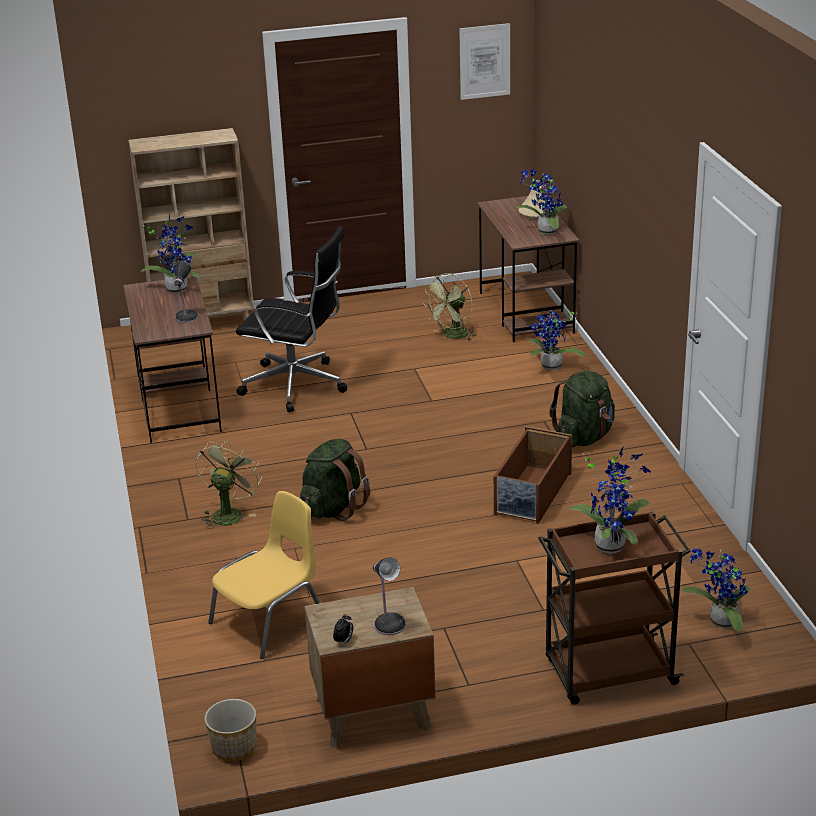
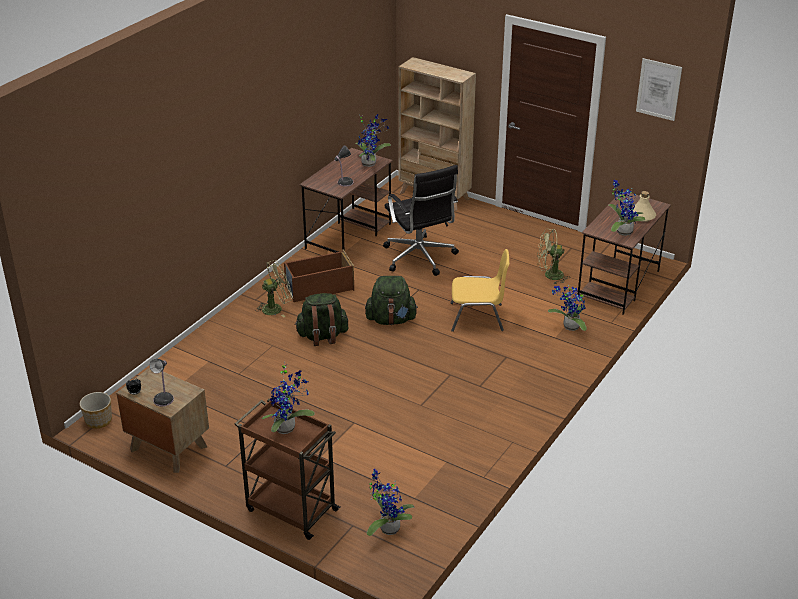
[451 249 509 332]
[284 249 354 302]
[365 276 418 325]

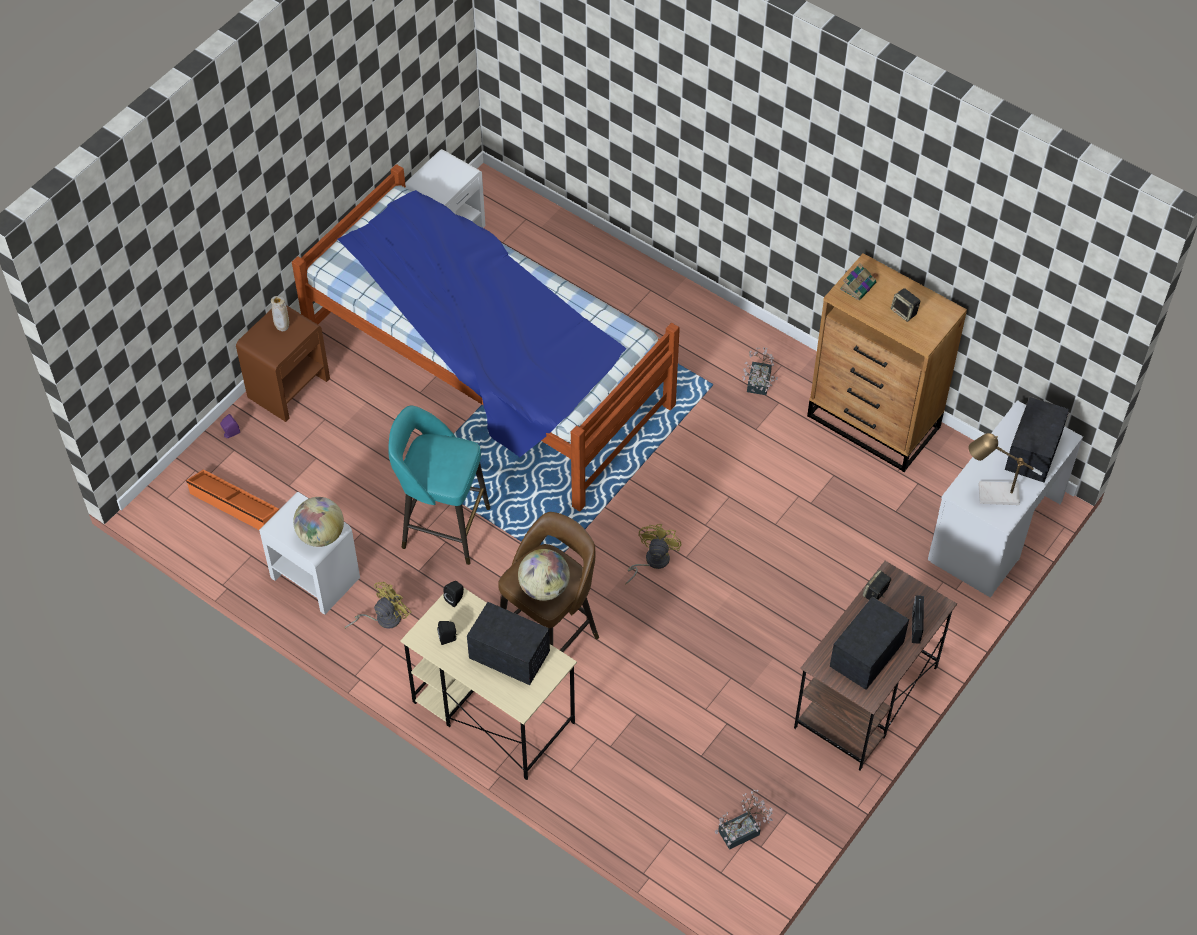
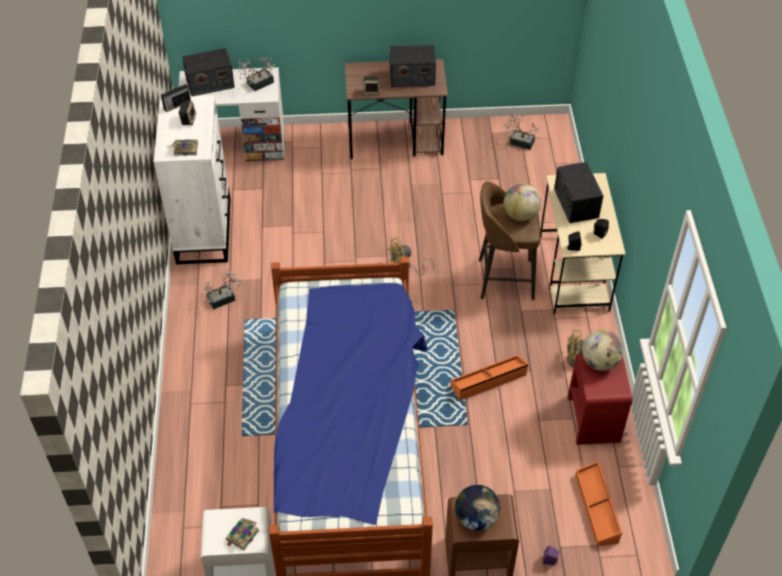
[226 518 260 551]
[161 83 191 112]
[455 485 500 530]
[450 355 528 400]
[238 57 275 91]
[568 354 632 445]
[154 95 231 265]

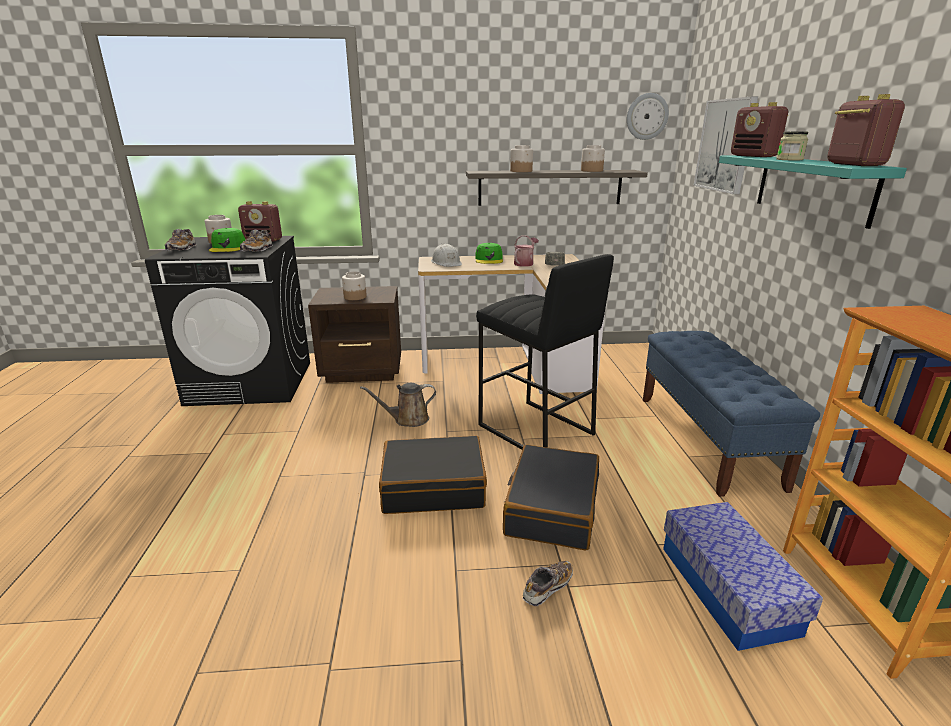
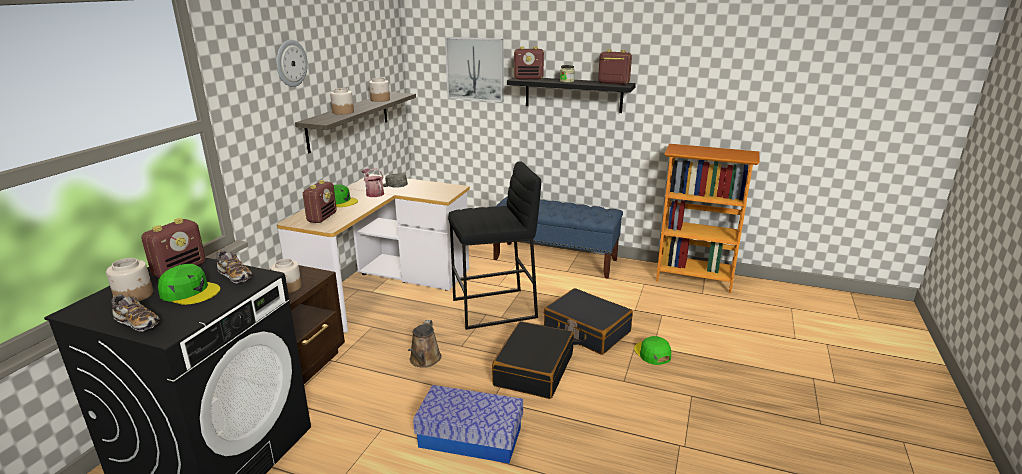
[276 40 308 87]
[413 385 523 463]
[303 180 337 223]
[634 336 671 365]
[507 78 636 113]

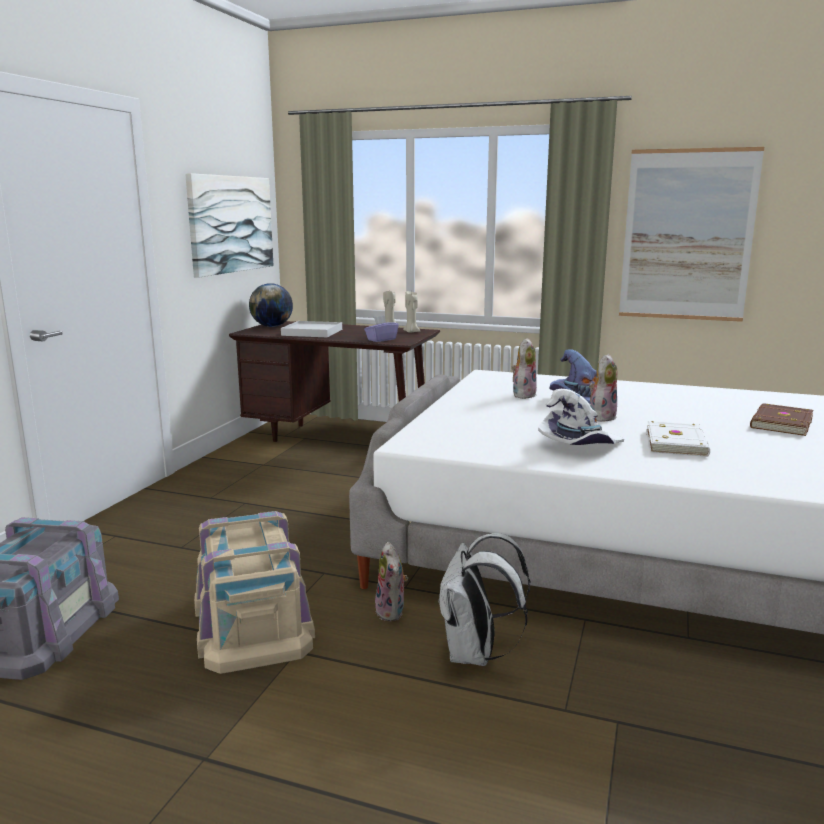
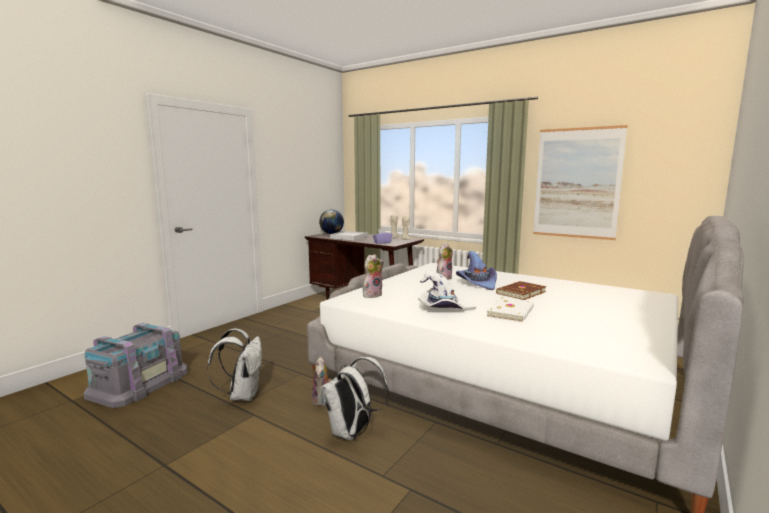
[185 173 274 278] (first image)
[363 254 384 298]
[496 281 546 300]
[207 328 263 401]

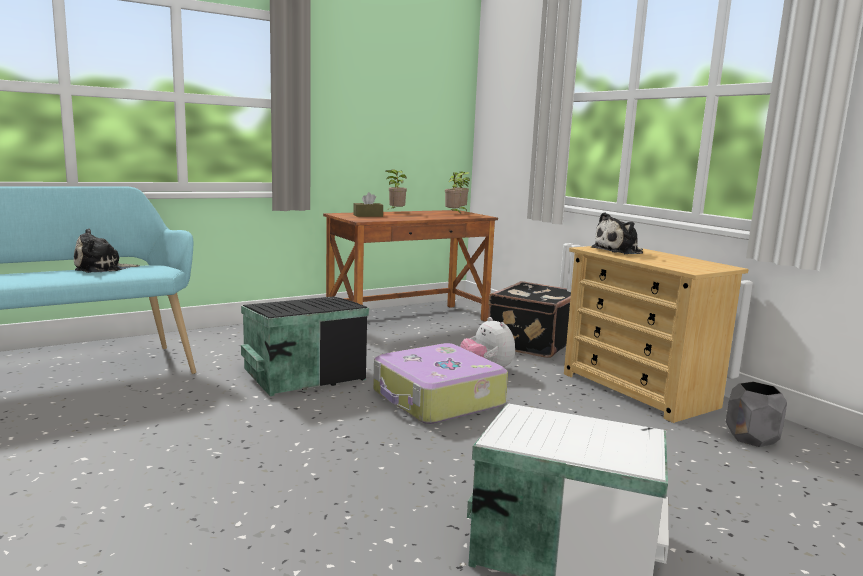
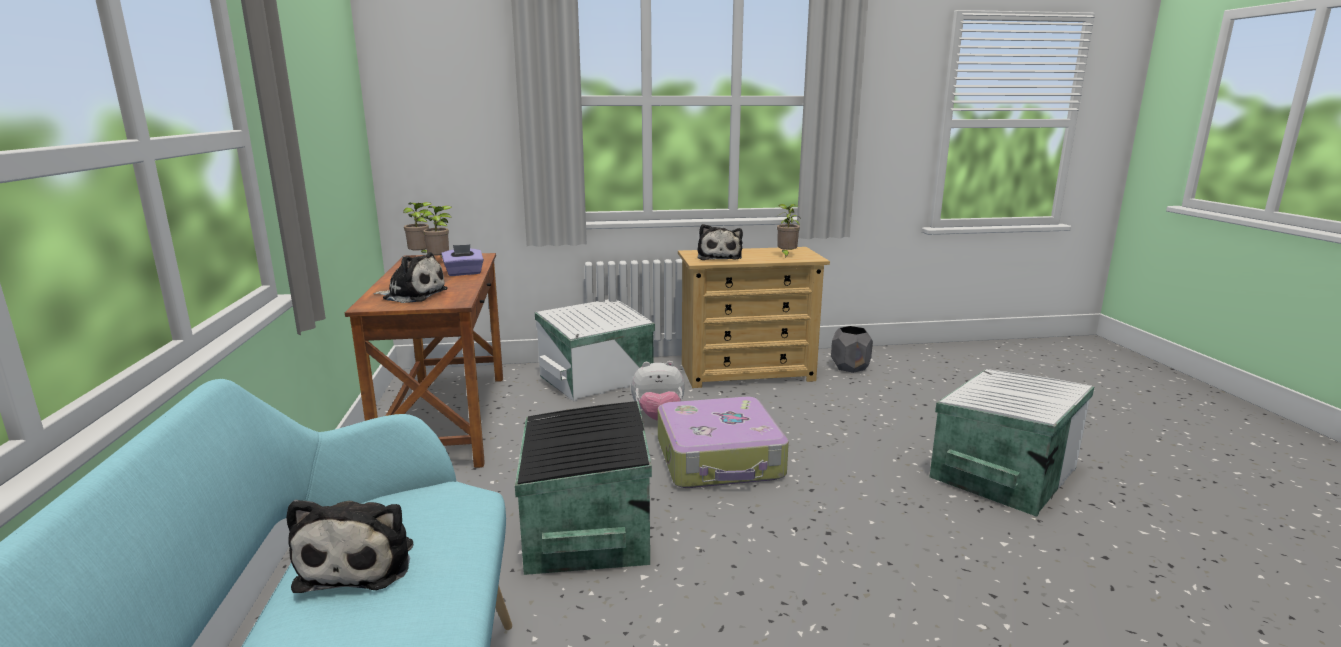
[442 244 484 276]
[777 204 801 258]
[373 252 448 303]
[535 299 655 401]

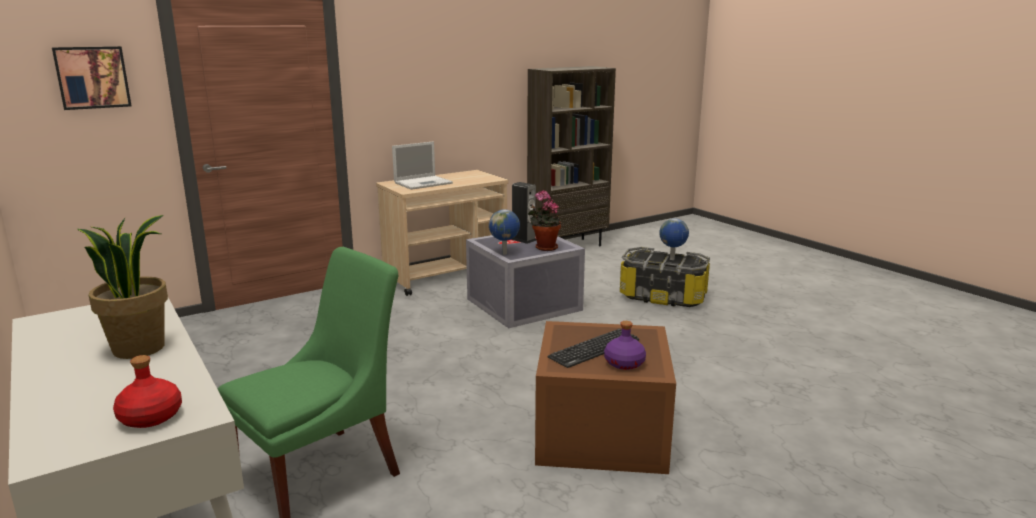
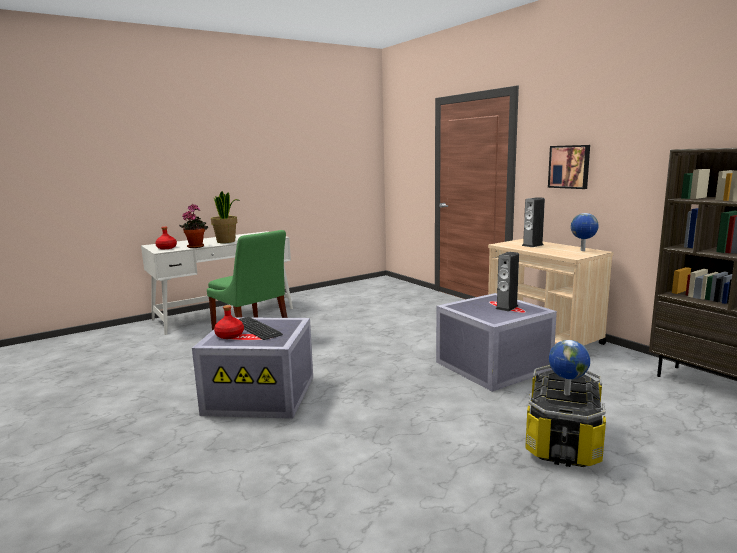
[548 145 590 189]
[571 213 599 251]
[179 204 208 248]
[522 197 545 247]
[192 317 313 419]
[214 305 244 339]

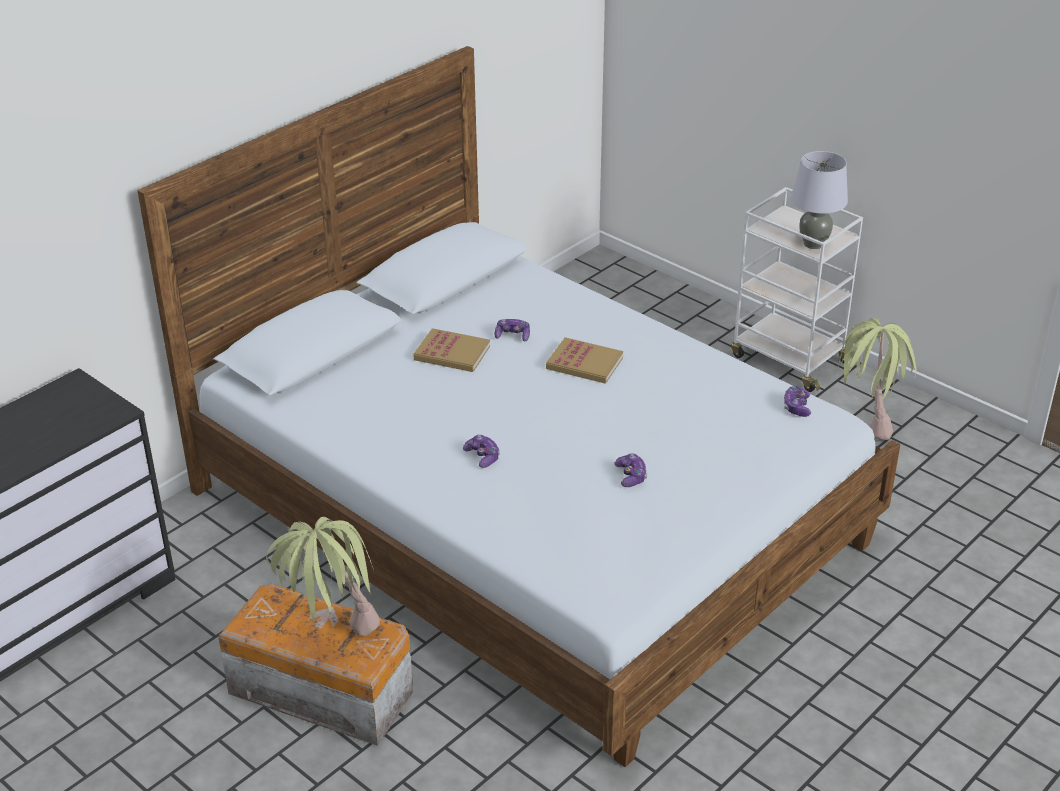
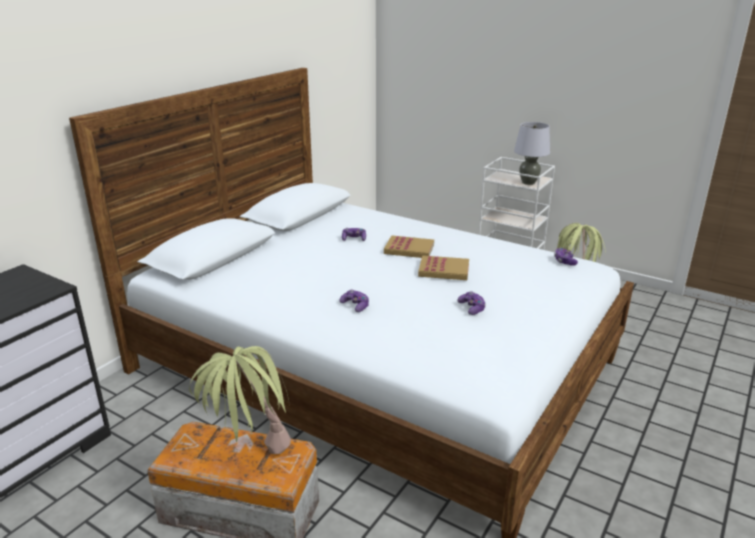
[418 255 469 280]

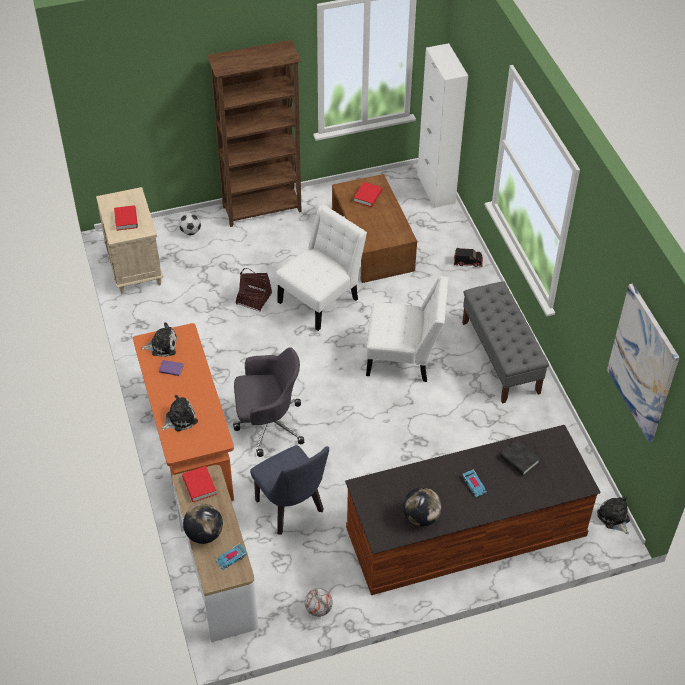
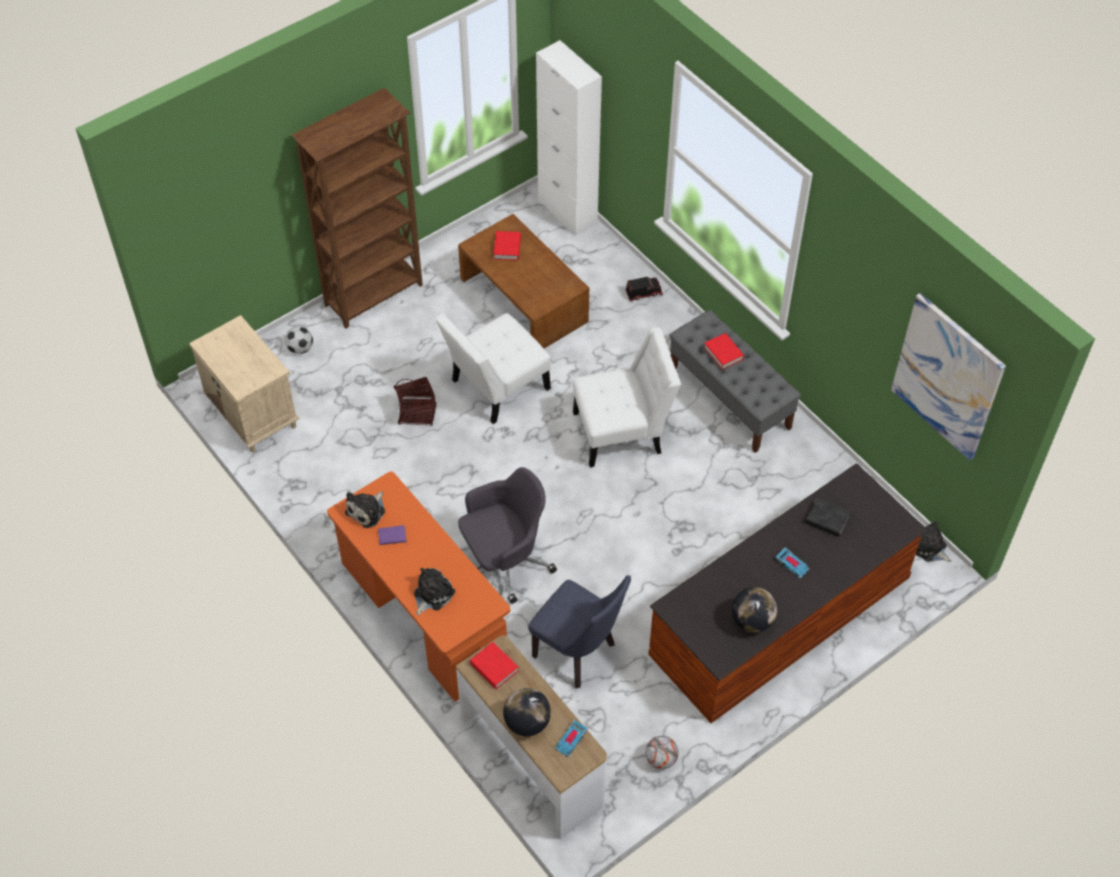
[704 333 744 370]
[345 491 385 528]
[435 313 551 424]

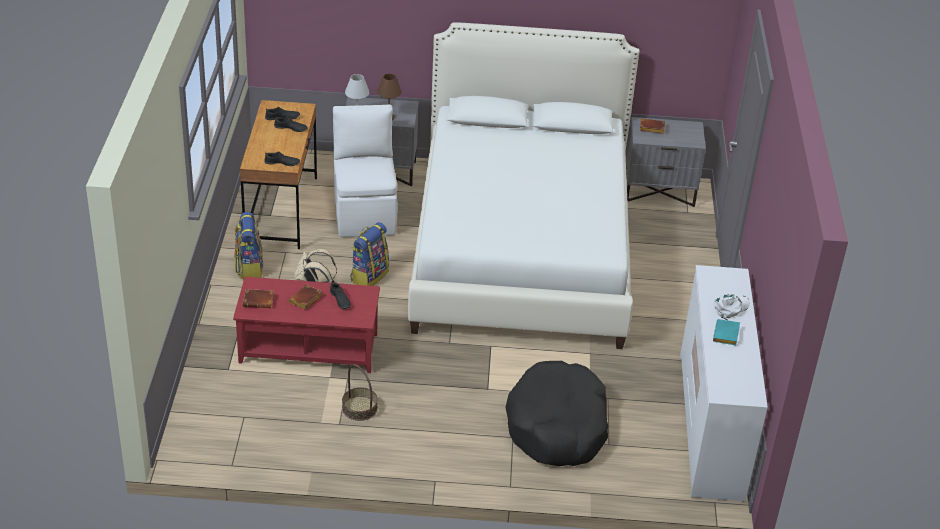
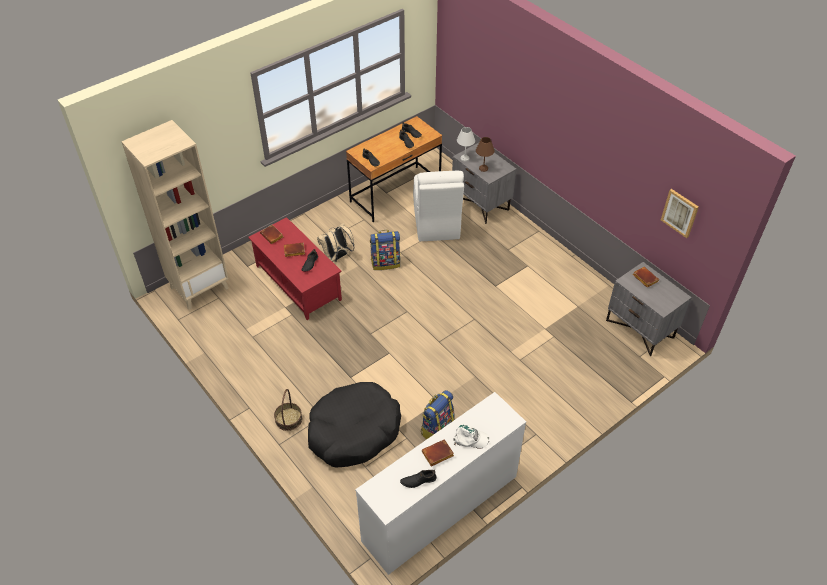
[408 22 640 349] (first image)
[121 120 229 310]
[400 470 437 488]
[661 189 699 238]
[421 390 455 439]
[274 389 302 431]
[422 439 454 466]
[413 171 464 241]

